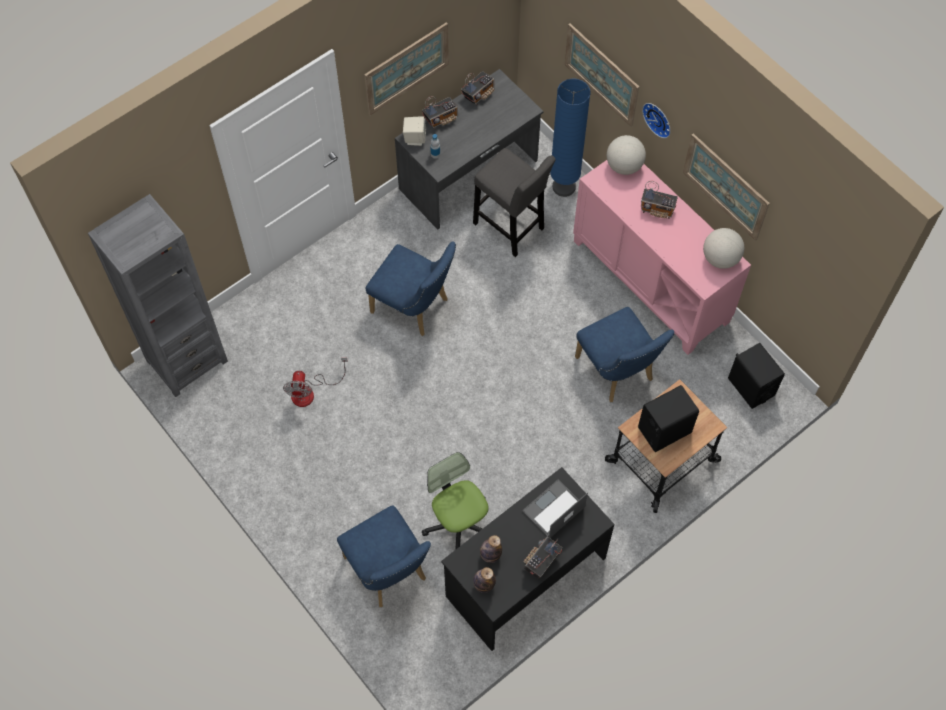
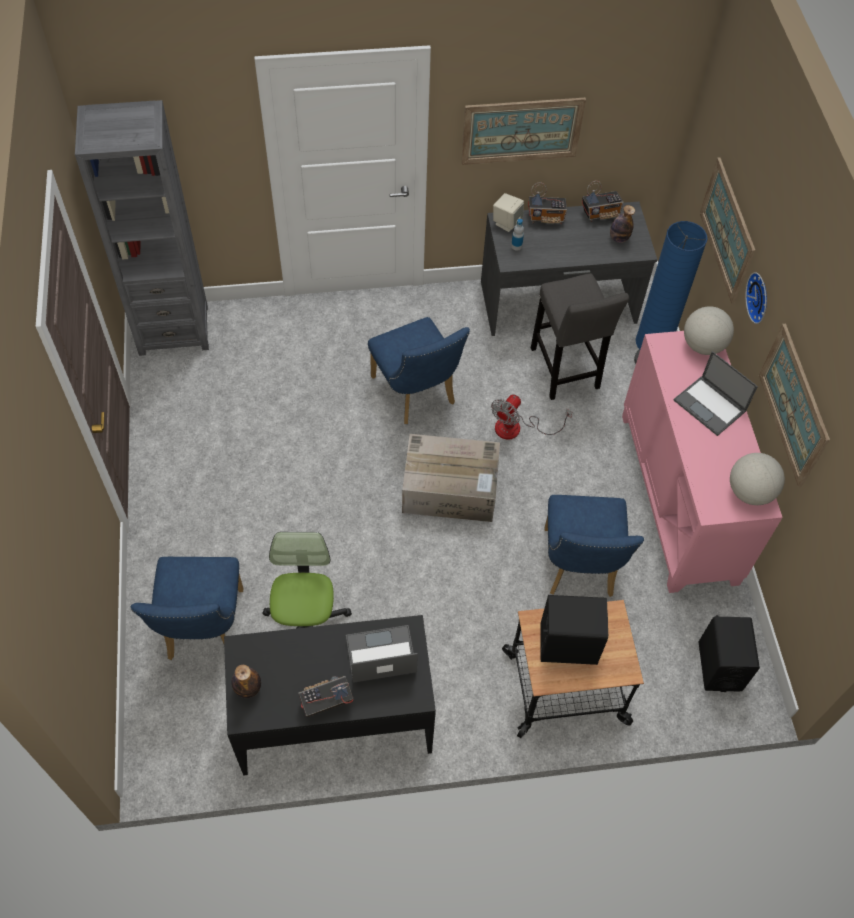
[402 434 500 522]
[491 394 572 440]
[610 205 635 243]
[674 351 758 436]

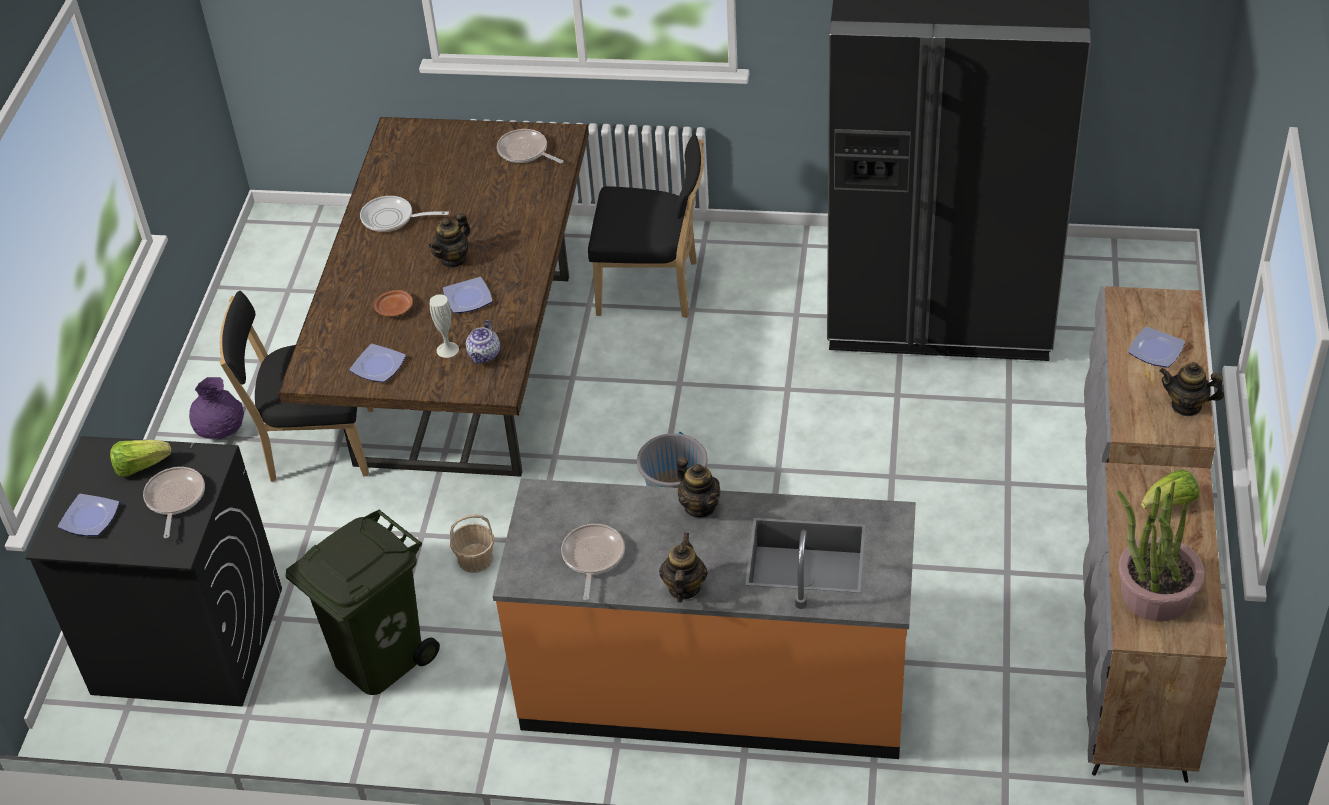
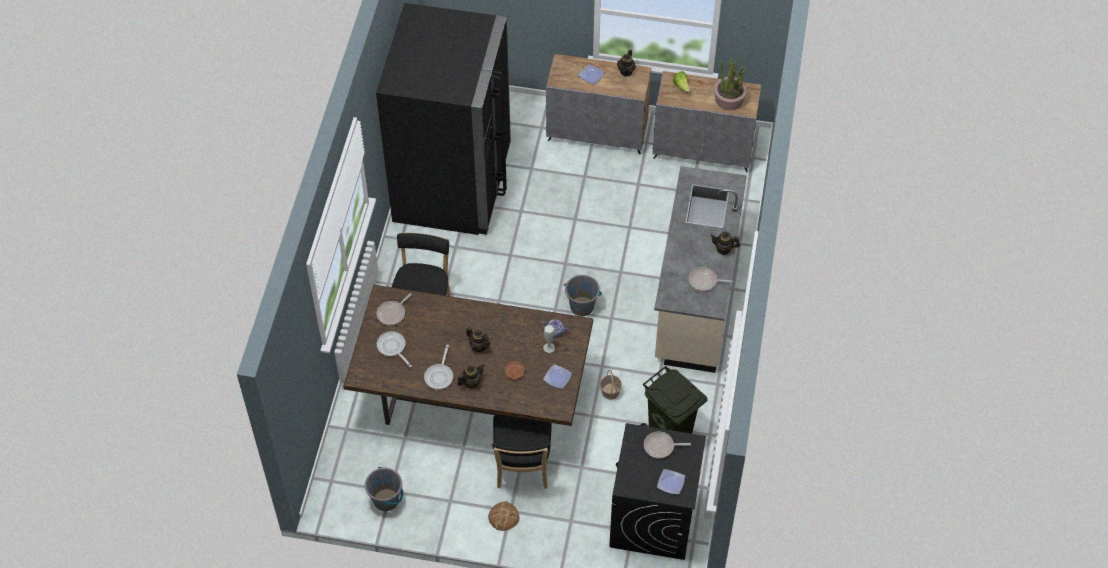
[110 440 171 477] (first image)
[443 277 493 313] (first image)
[365 467 403 511]
[377 331 412 367]
[457 364 484 388]
[488 501 519 531]
[654 166 747 373]

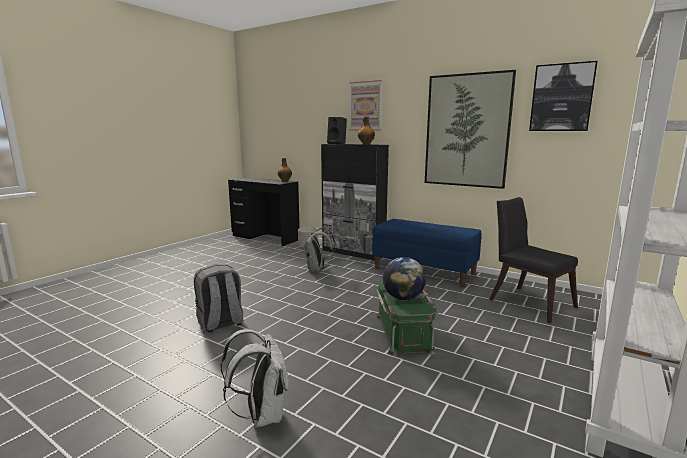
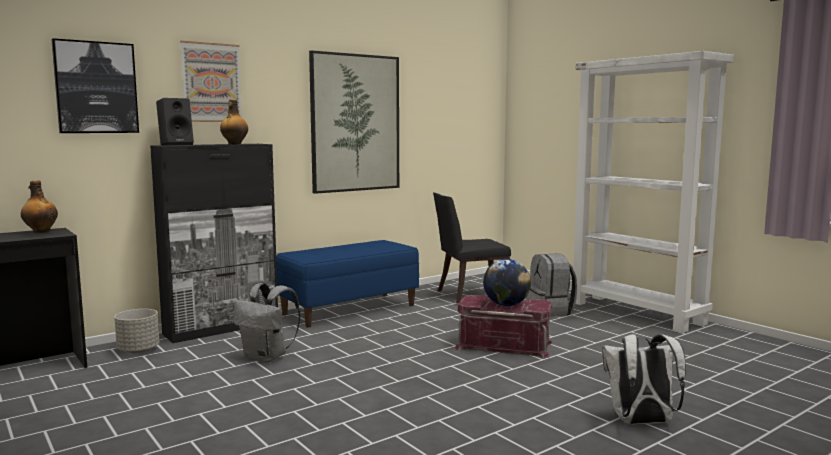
[526 254 577 317]
[51 38 139 133]
[455 295 553 358]

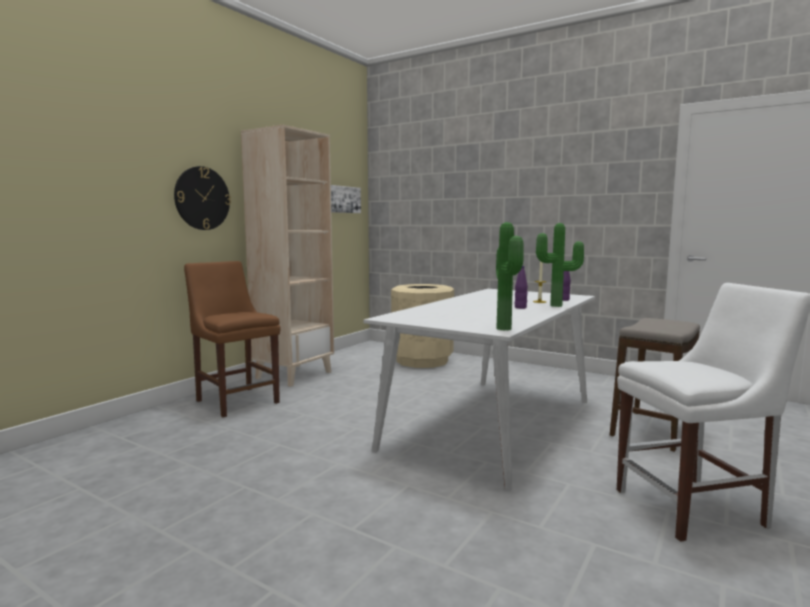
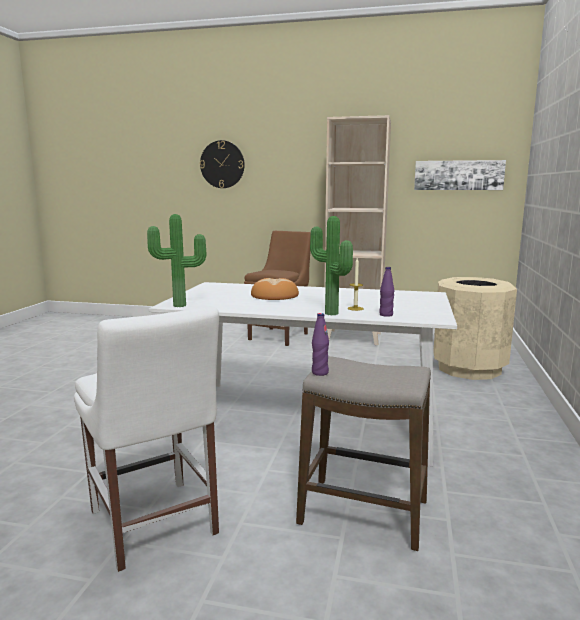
[251 278 299 300]
[200 140 245 188]
[312 313 329 376]

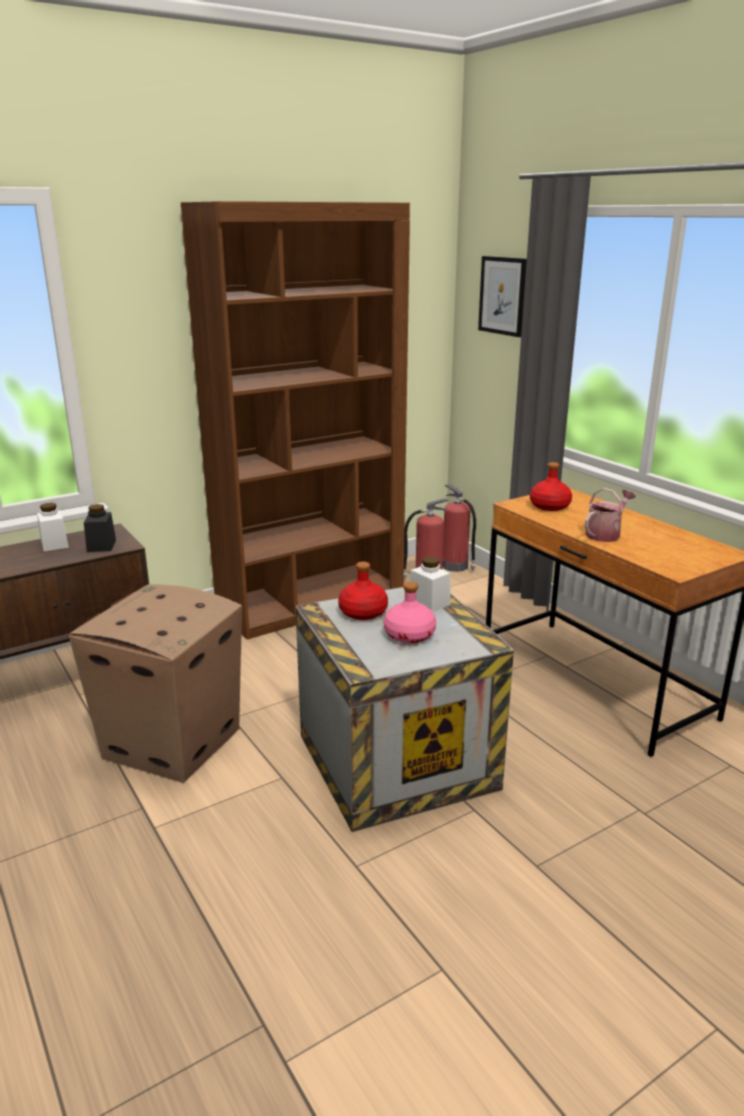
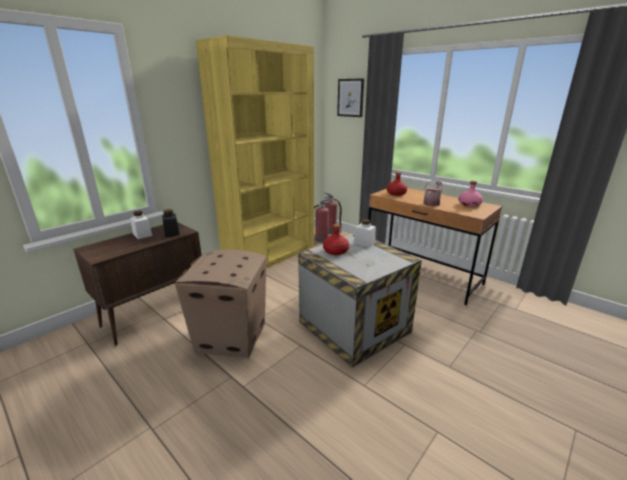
[459 181 483 207]
[196 35 314 268]

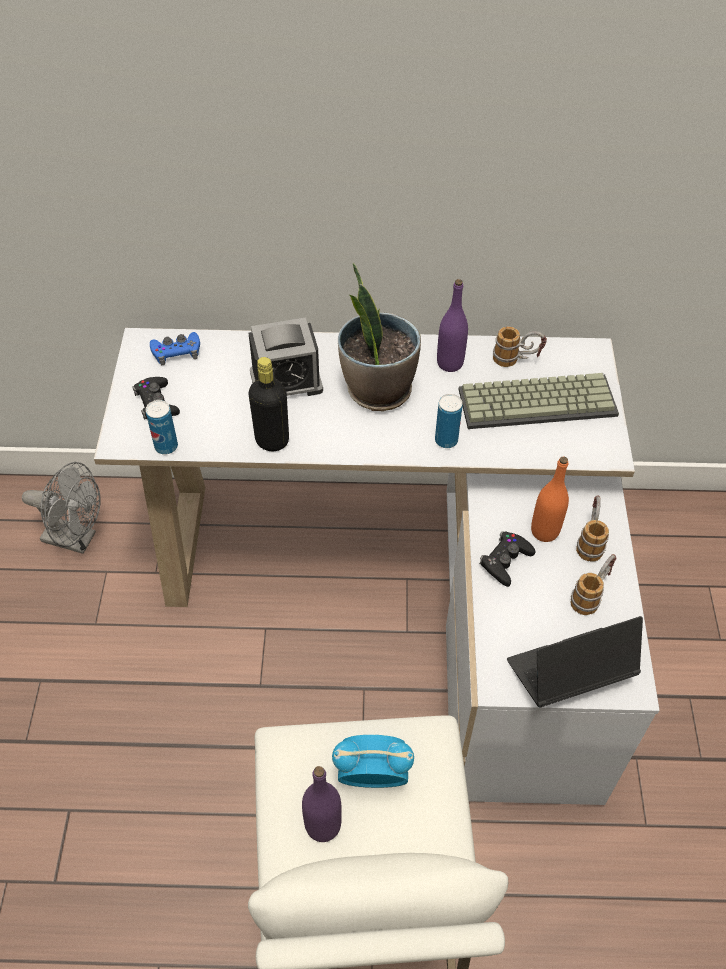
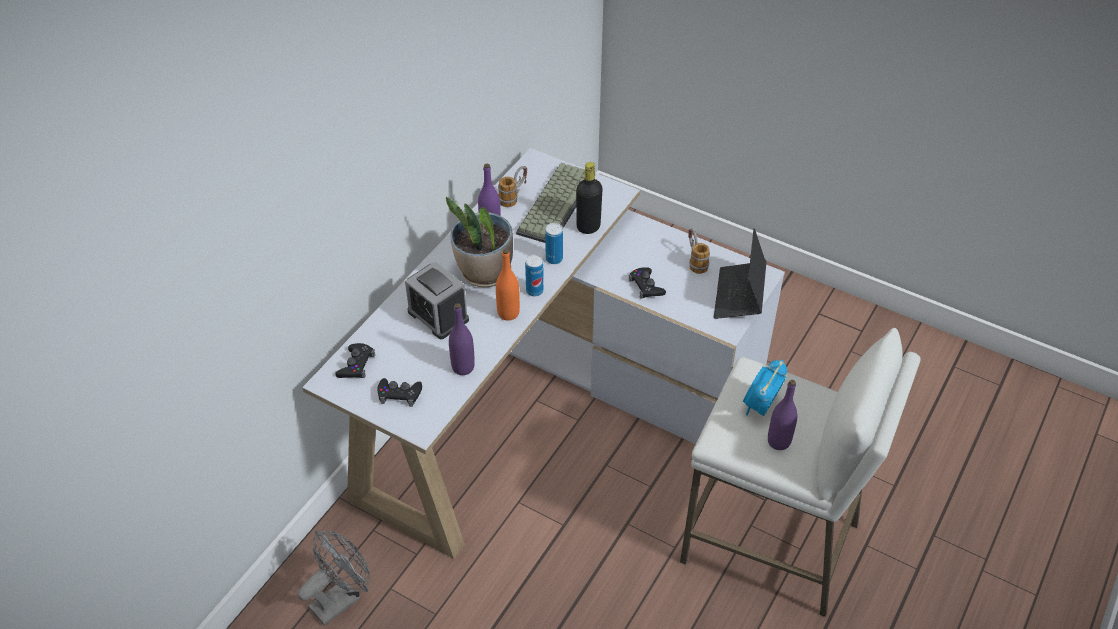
[576 495 609 562] (first image)
[449 303 475 375]
[525 254 544 297]
[576 162 603 234]
[496 249 520 321]
[335 343 375 378]
[405 261 469 339]

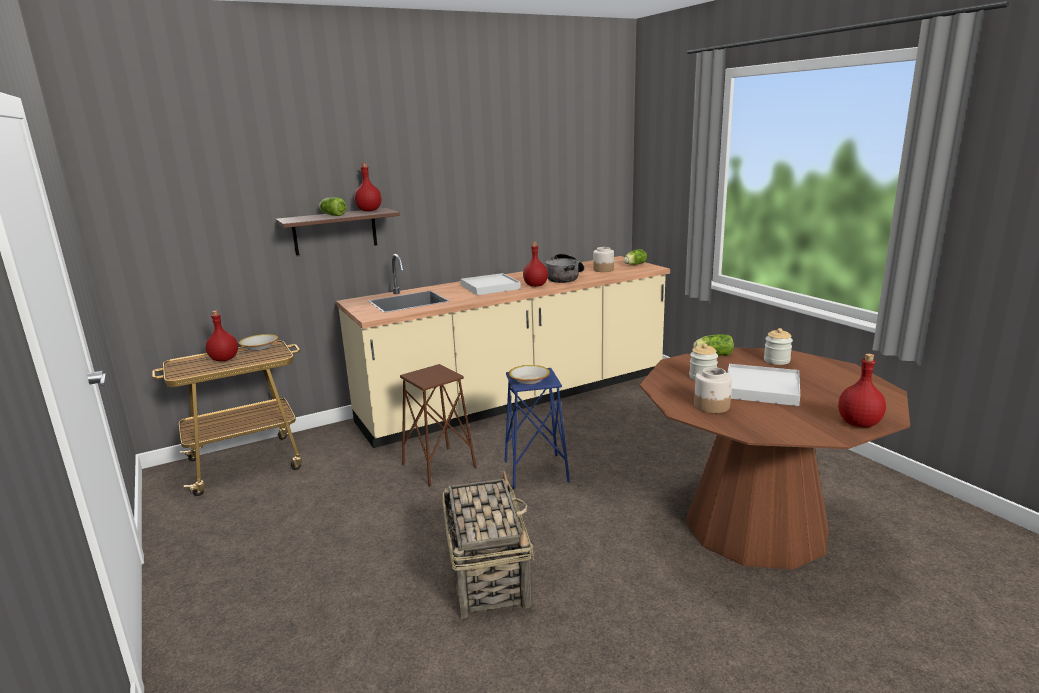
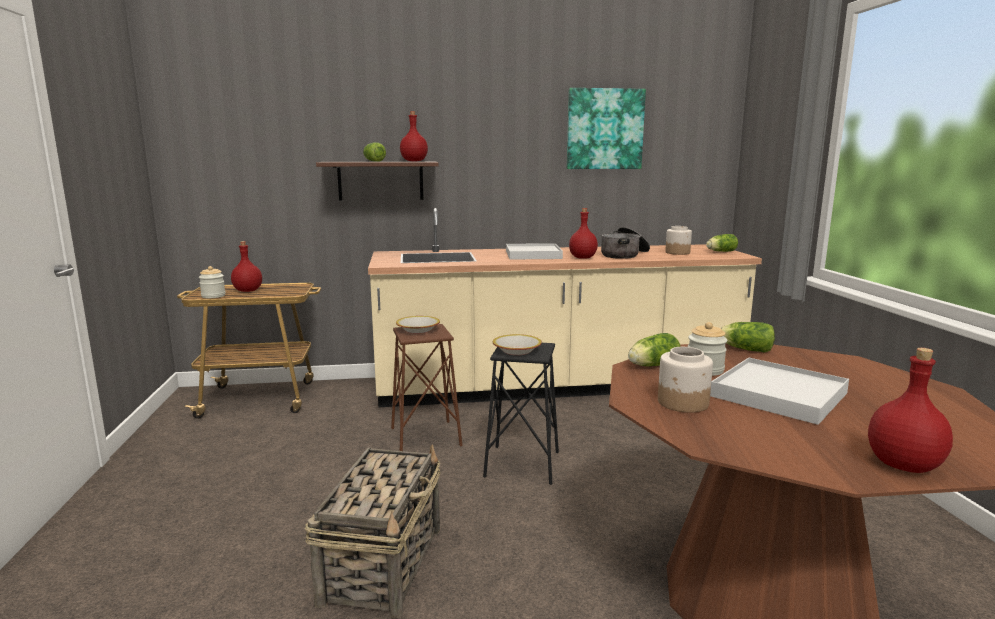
[567 88 646 169]
[628 333 681 366]
[396 316 440 334]
[199 266 226 298]
[483 343 559 485]

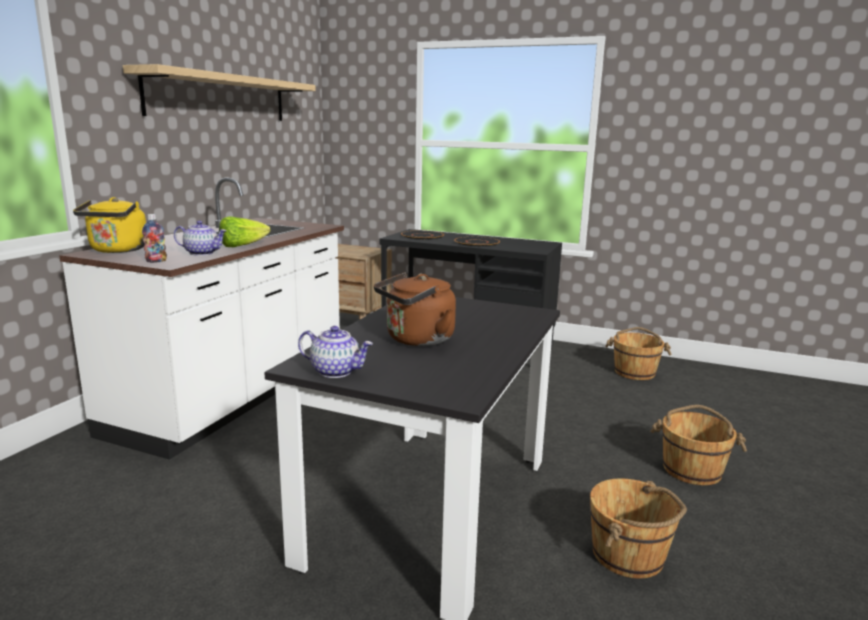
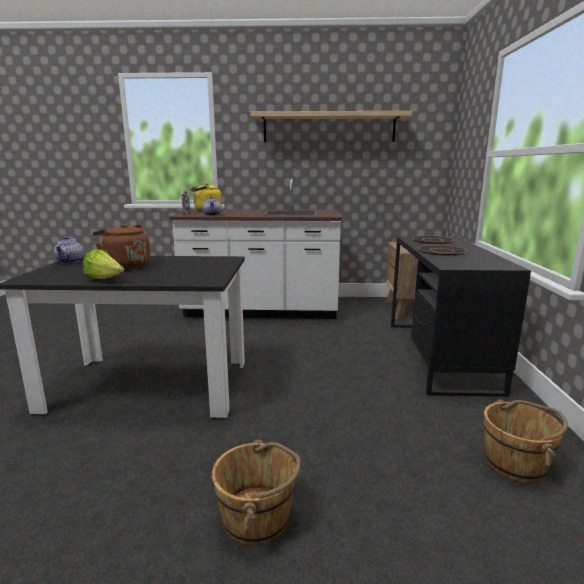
[590 478 687 579] (first image)
[83 249 124 279]

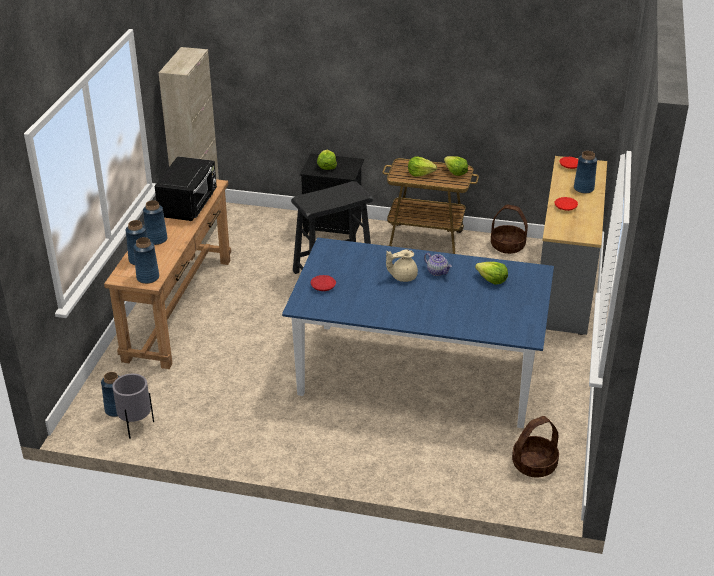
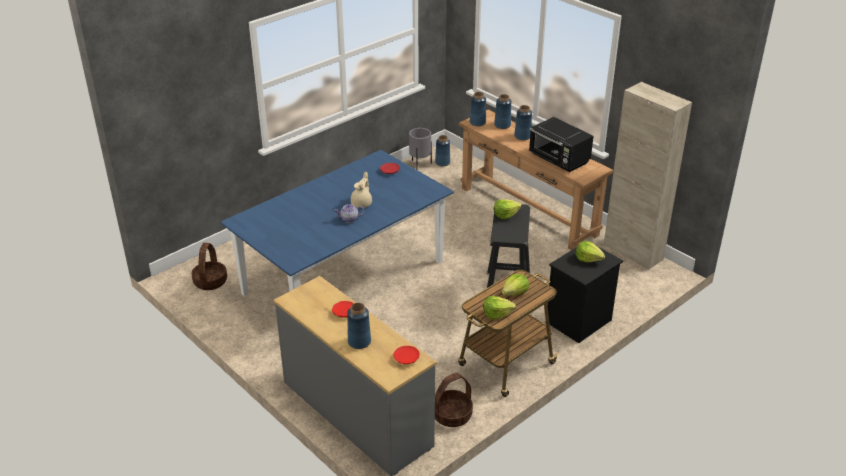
[494 199 522 220]

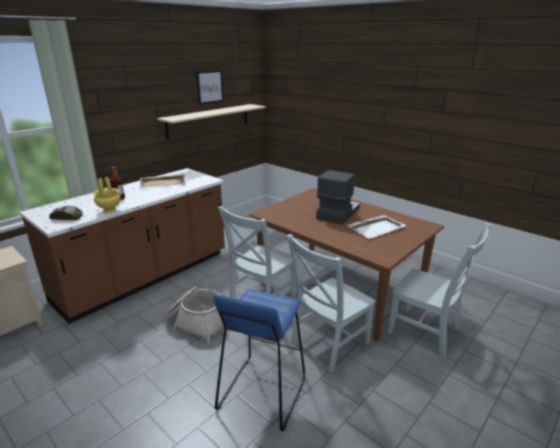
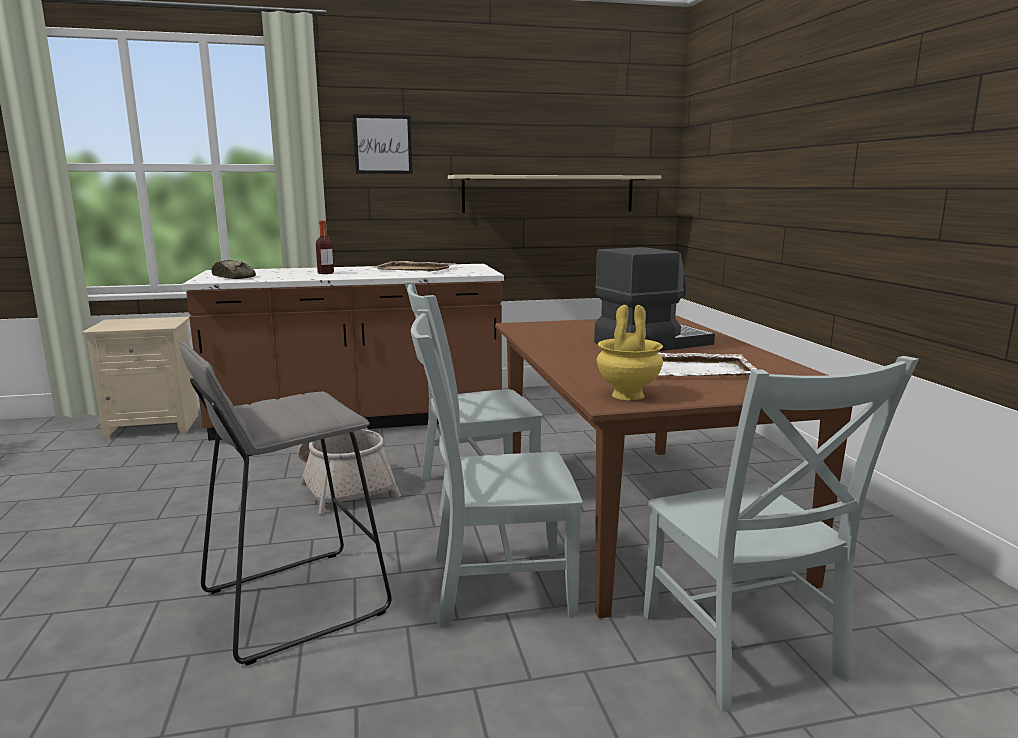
[597 305 663 400]
[353 114 413 174]
[179 342 392 666]

